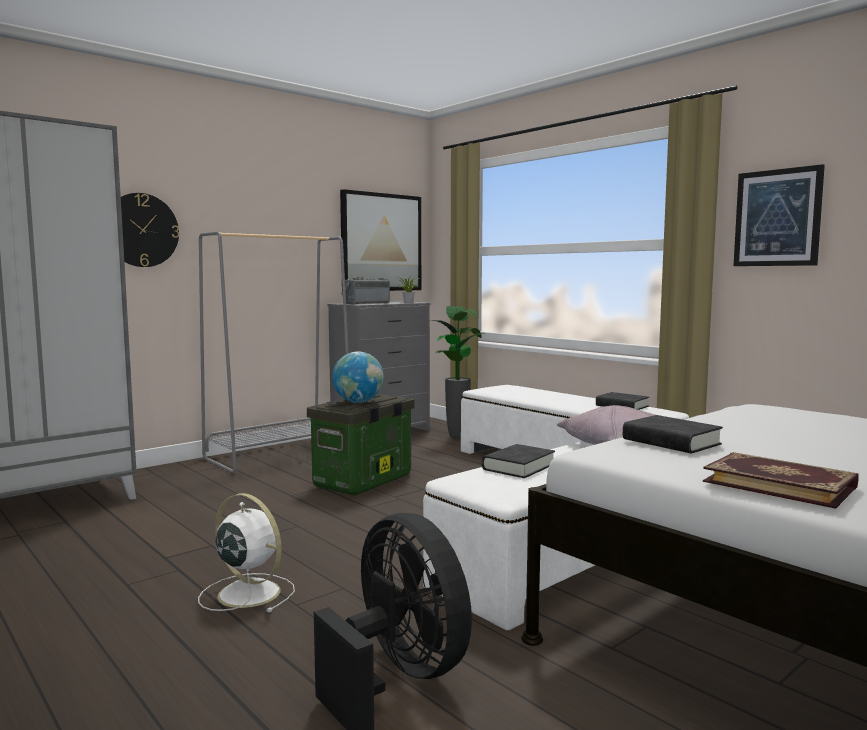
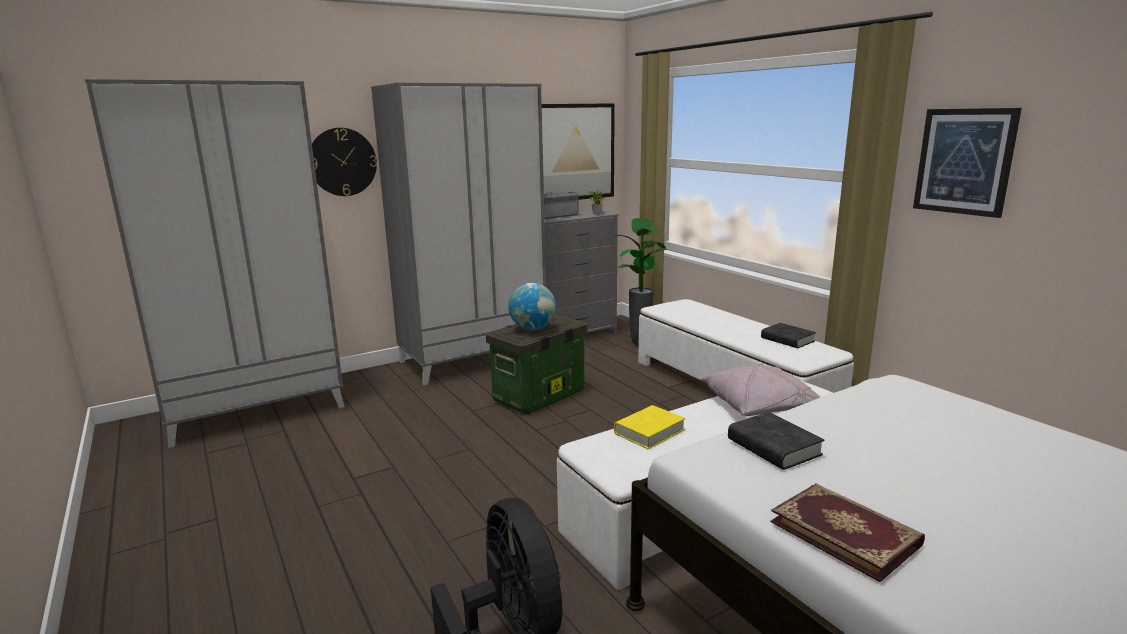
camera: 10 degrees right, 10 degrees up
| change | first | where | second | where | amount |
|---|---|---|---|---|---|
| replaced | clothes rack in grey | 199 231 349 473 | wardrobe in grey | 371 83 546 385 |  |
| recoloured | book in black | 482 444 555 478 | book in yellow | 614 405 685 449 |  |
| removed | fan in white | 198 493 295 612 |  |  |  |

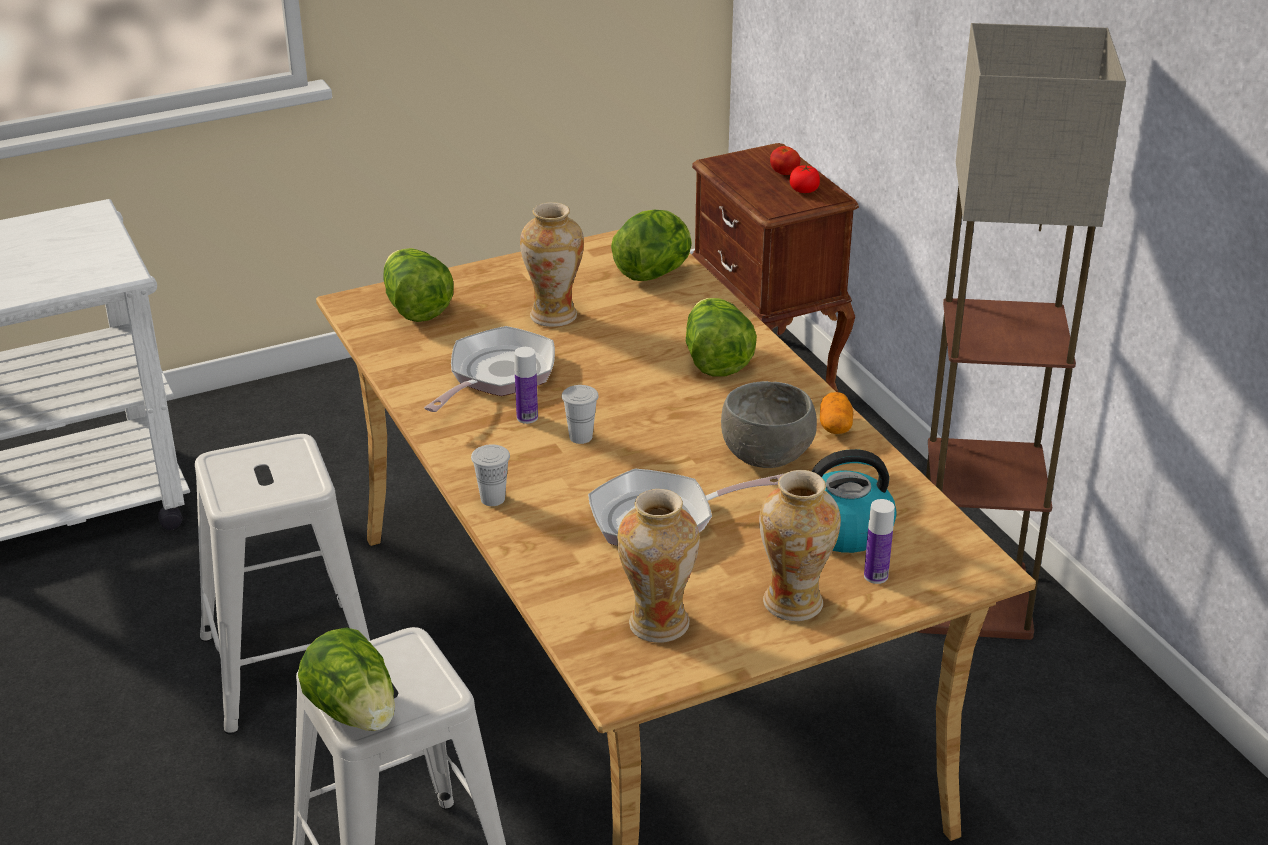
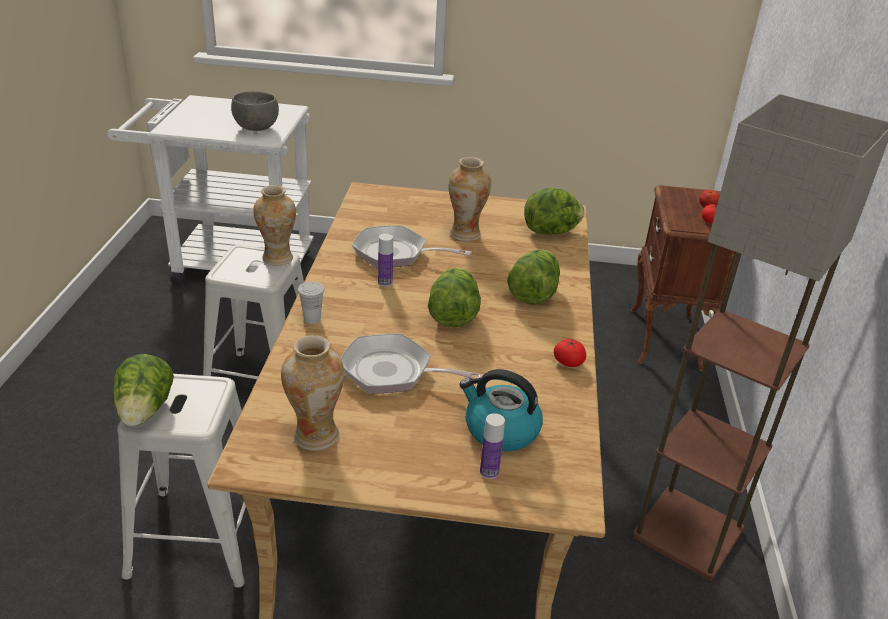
camera: 30 degrees right, 0 degrees up
| change | first | where | second | where | amount |
|---|---|---|---|---|---|
| moved | bowl in grey | 721 381 817 468 |  | 231 92 279 131 |  |
| moved | vase | 759 470 841 621 |  | 253 185 296 266 |  |
| turned | frying pan | 424 326 555 412 |  | 352 226 472 268 | 135 degrees counterclockwise |
| moved | lettuce | 383 248 454 322 |  | 428 268 481 327 |  |
| replaced | potato | 820 392 853 434 | tomato | 554 338 586 367 |  |
| removed | cup in white | 562 385 599 444 |  |  |  |

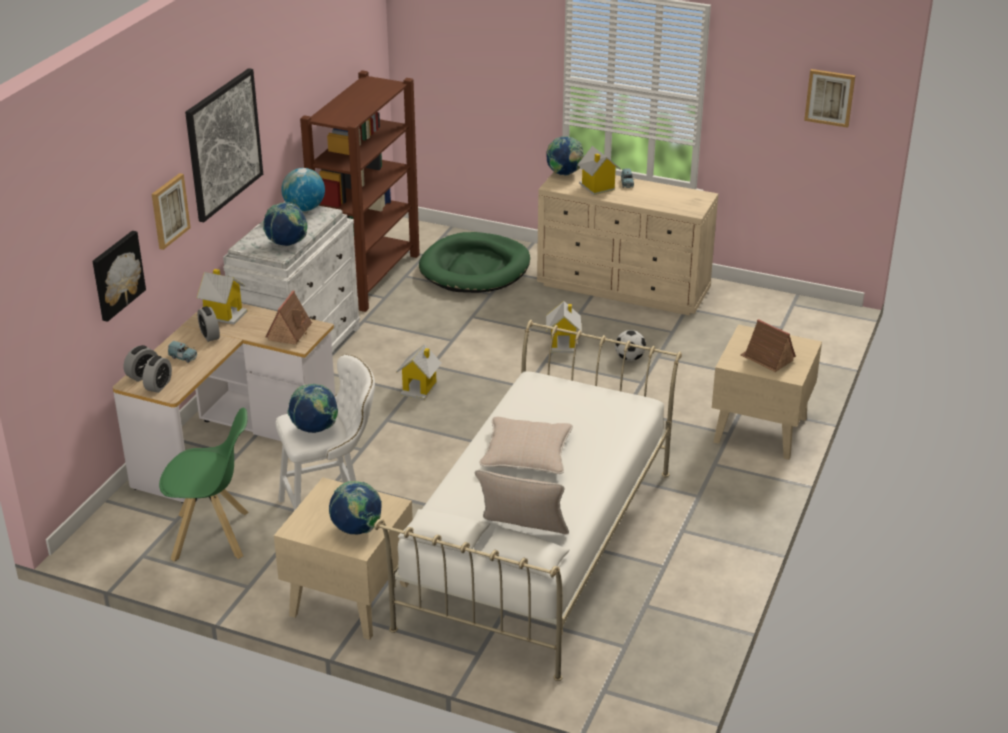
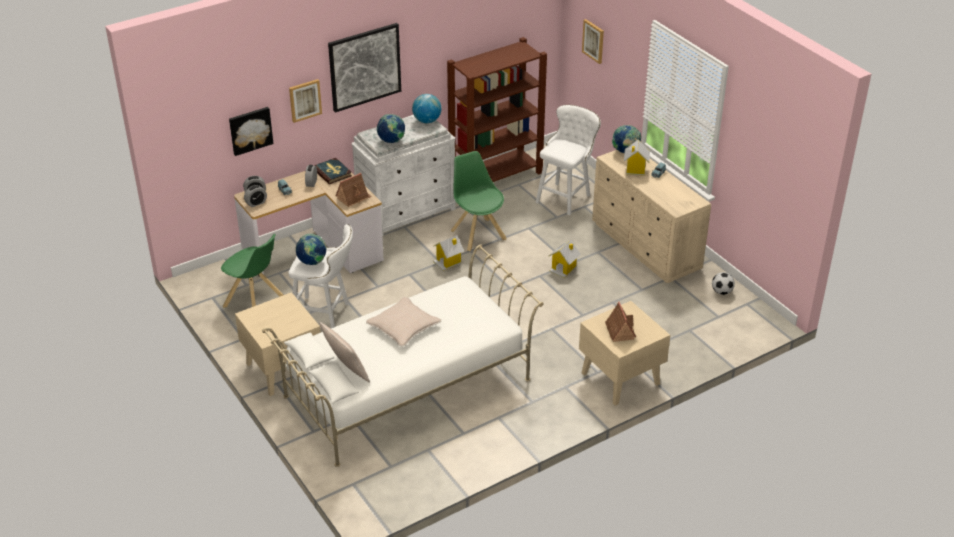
camera: 35 degrees right, 5 degrees up
| change | first | where | second | where | amount |
|---|---|---|---|---|---|
| replaced | toy house | 197 269 247 324 | book | 314 158 352 184 |  |
| added |  |  | chair in green | 451 151 507 251 |  |
| replaced | dog bed in green | 419 232 530 293 | stool in white | 536 105 601 215 |  |
| moved | picture | 804 69 855 128 |  | 582 19 604 64 |  |
| moved | football | 615 330 646 361 |  | 712 272 735 295 |  |
| removed | globe | 329 481 382 534 |  |  |  |

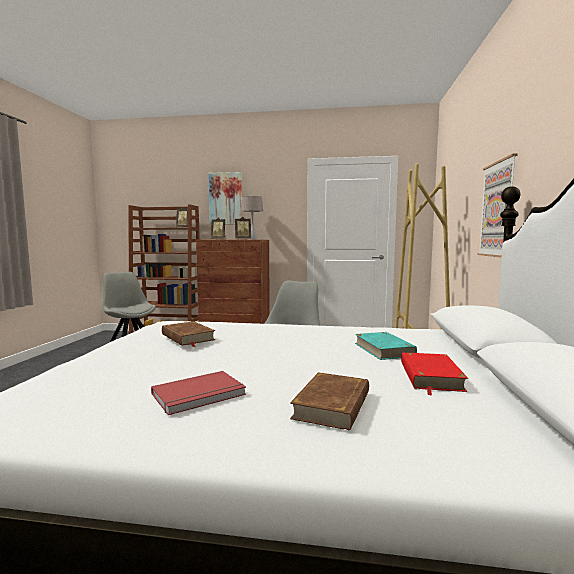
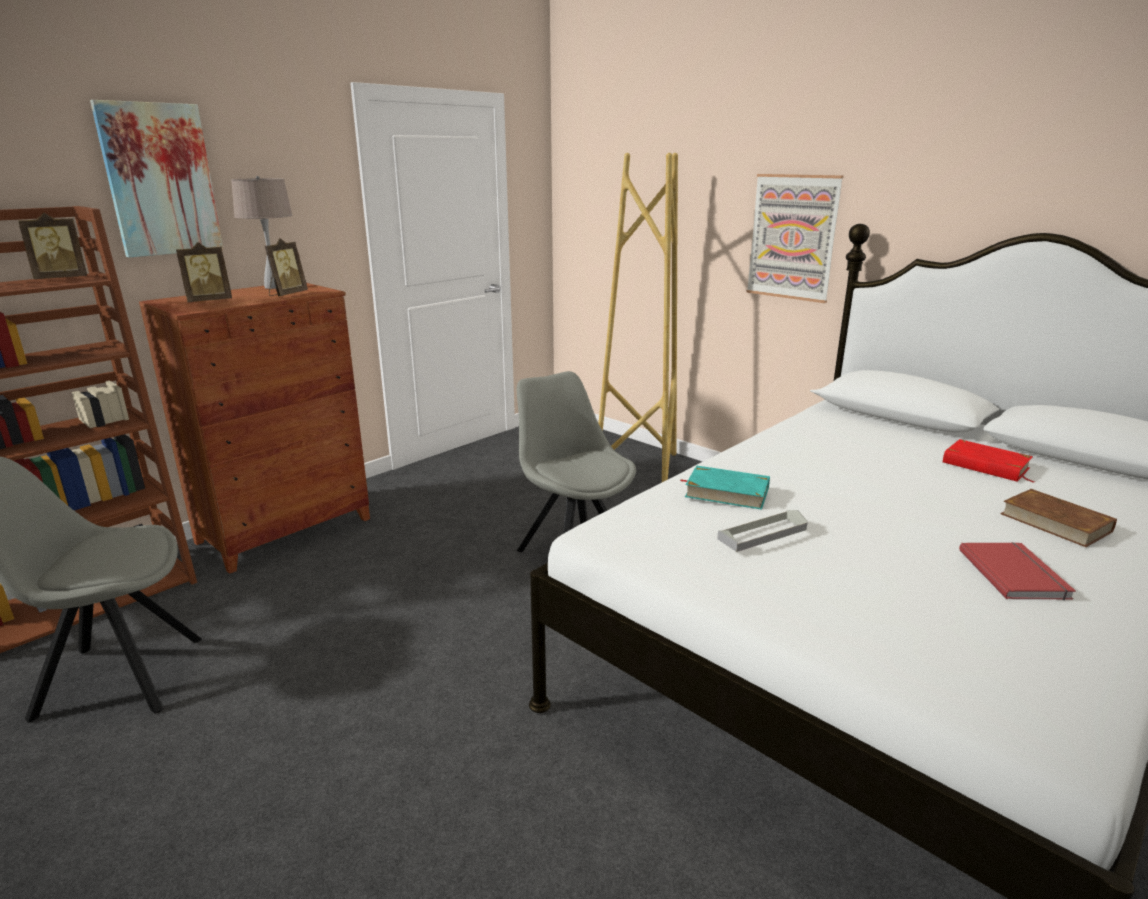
camera: 55 degrees left, 15 degrees up
| change | first | where | second | where | amount |
|---|---|---|---|---|---|
| moved | book in turquoise | 355 332 417 360 |  | 679 466 770 510 |  |
| replaced | book in brown | 162 321 215 347 | tray in grey | 717 510 808 552 |  |

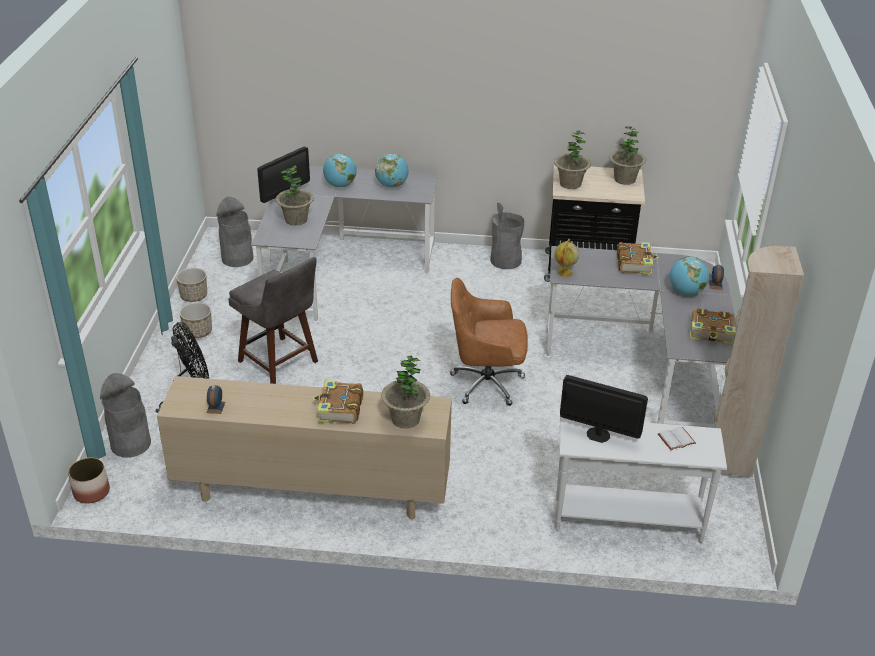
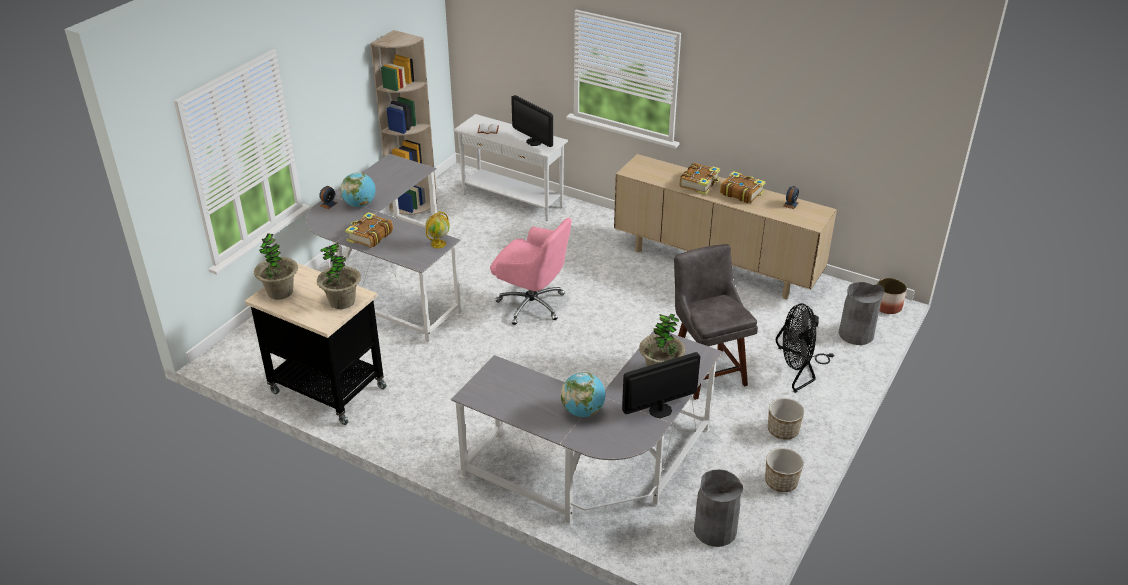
camera: 155 degrees left, 0 degrees up
| change | first | where | second | where | amount |
|---|---|---|---|---|---|
| recoloured | office chair in brown | 450 278 528 406 | office chair in pink | 490 217 572 325 |  |
| moved | book | 690 309 736 345 |  | 720 171 766 203 |  |
| removed | globe | 375 154 409 188 |  |  |  |
| removed | potted plant | 381 356 430 429 |  |  |  |
| removed | trash can in grey | 490 203 525 269 |  |  |  |

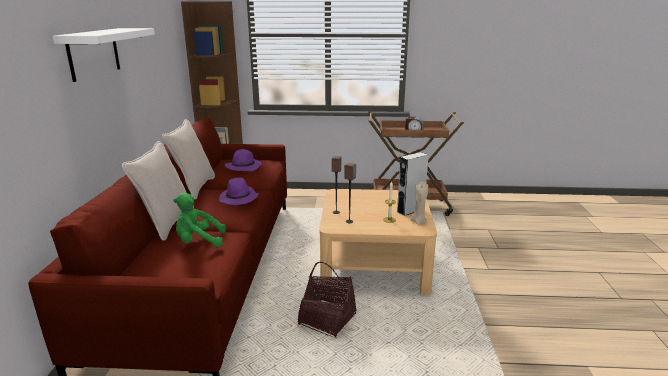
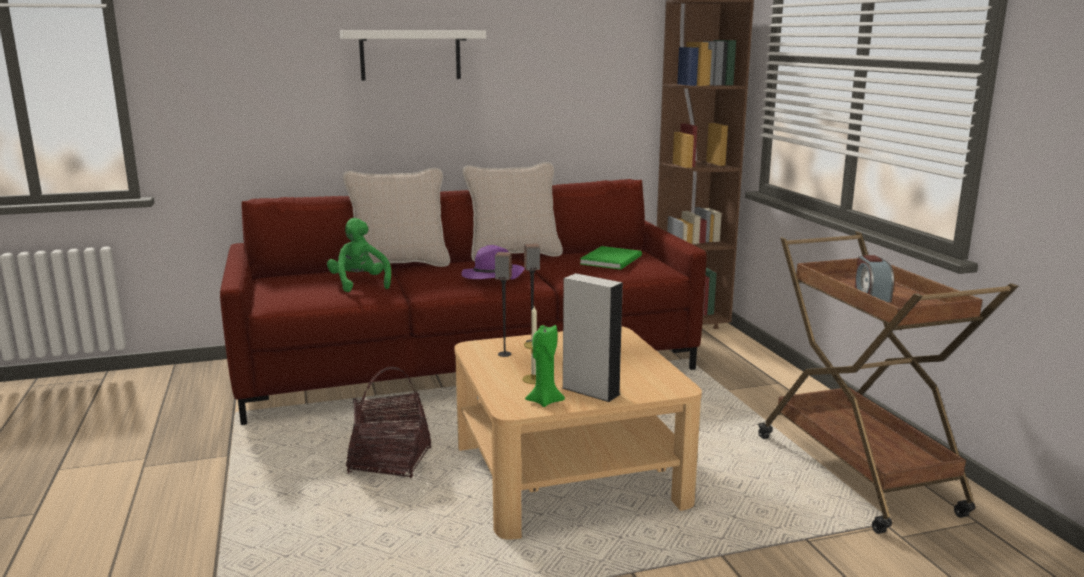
camera: 70 degrees right, 5 degrees down
| change | first | where | second | where | amount |
|---|---|---|---|---|---|
| recoloured | candle in beige | 410 182 428 225 | candle in green | 525 325 565 407 |  |
| replaced | hat in purple | 225 149 262 171 | book in green | 580 246 642 270 |  |

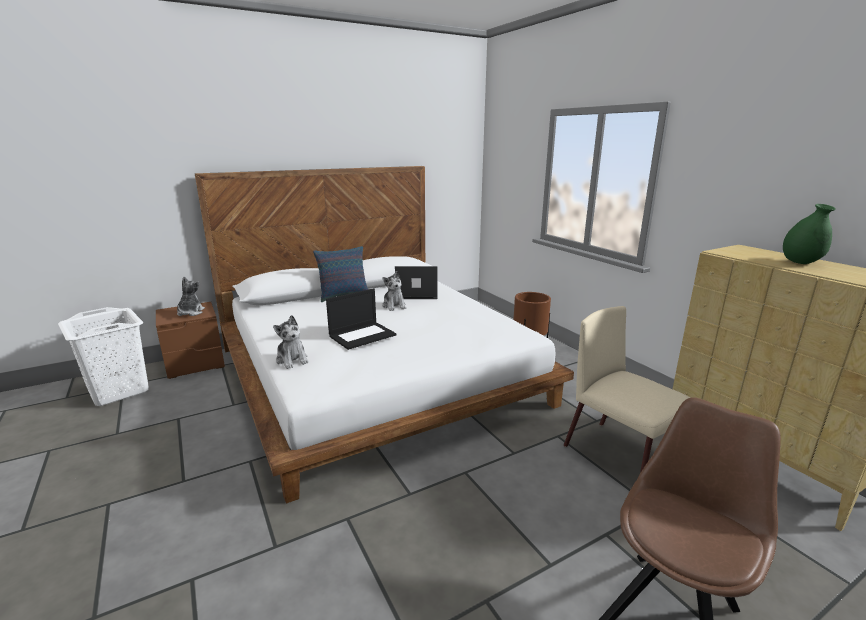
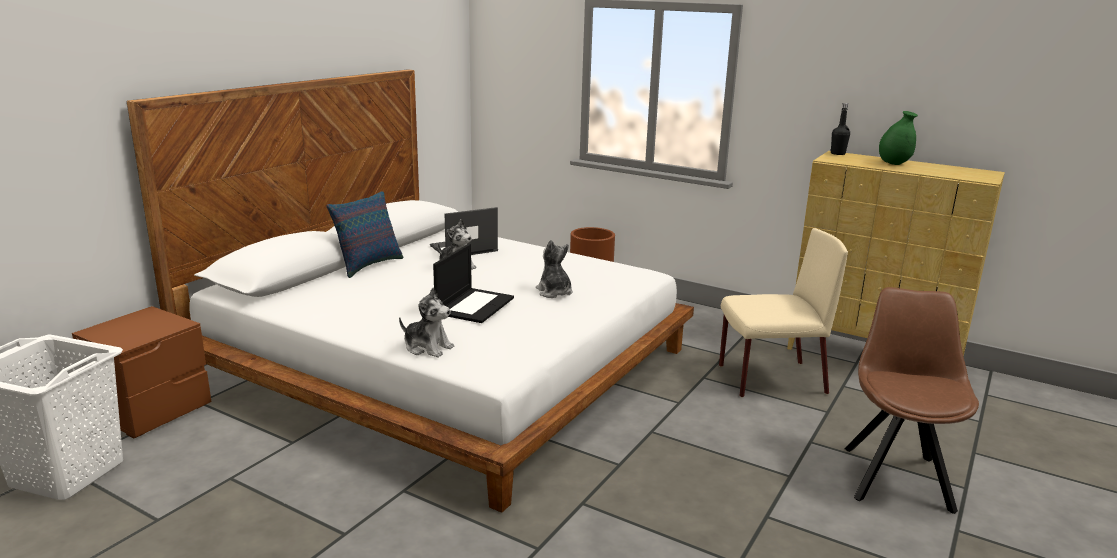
camera: 30 degrees left, 0 degrees up
| change | first | where | second | where | amount |
|---|---|---|---|---|---|
| moved | plush toy | 177 277 205 316 |  | 536 240 572 298 |  |
| turned | chair in beige | 564 306 690 473 |  | 719 228 848 398 | 150 degrees clockwise |
| added |  |  | bottle in black | 830 103 850 155 |  |

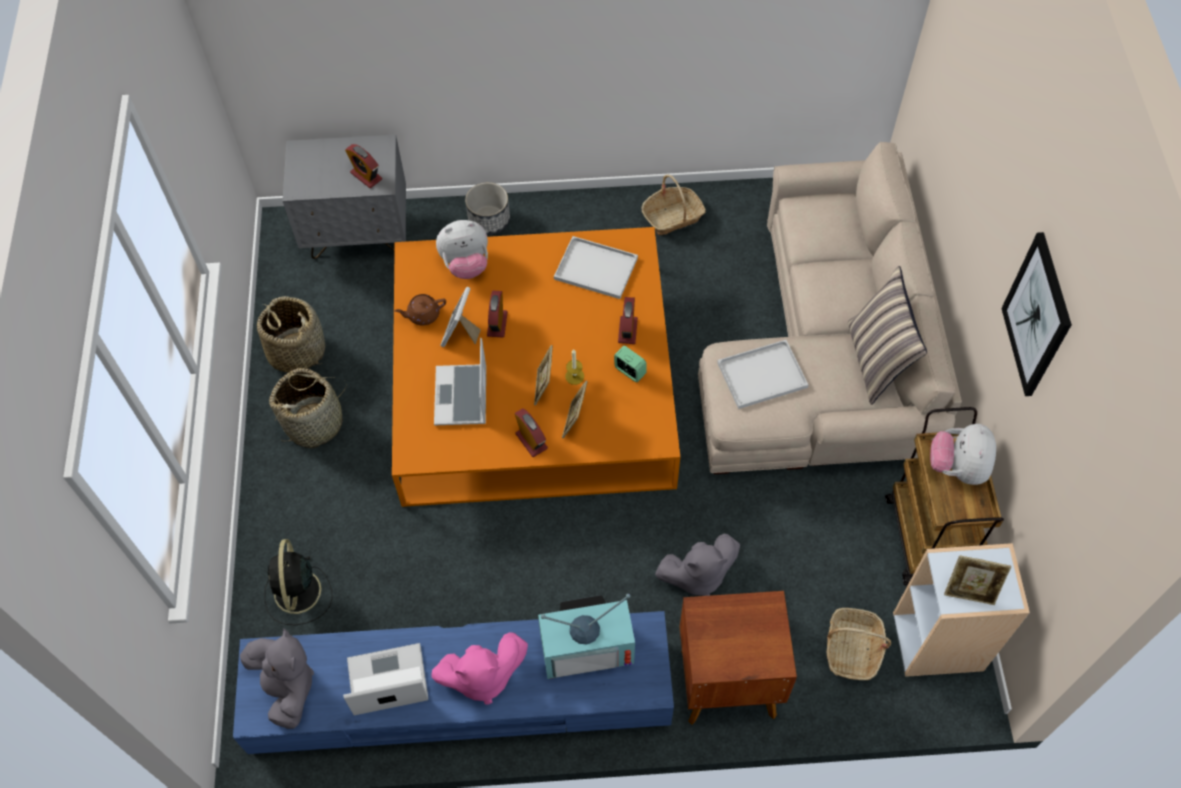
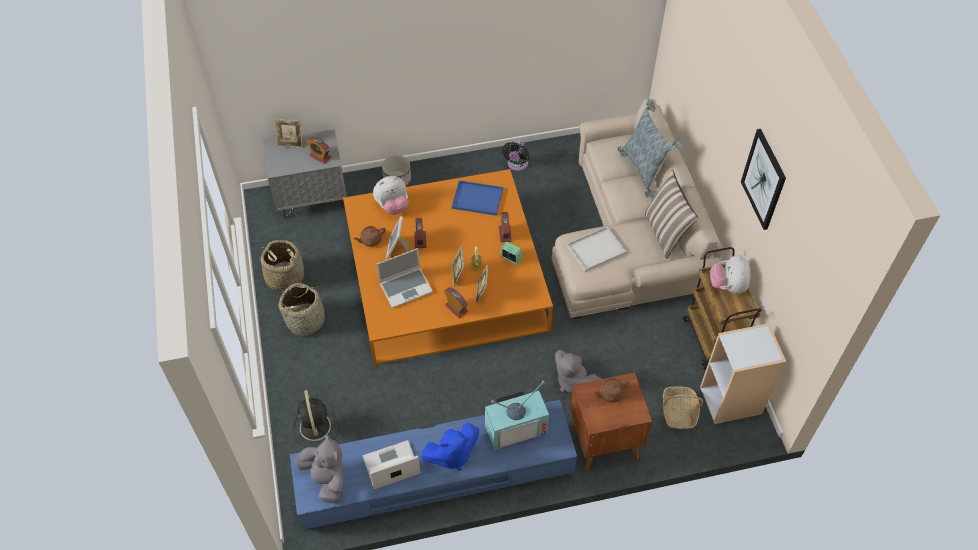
camera: 10 degrees left, 5 degrees down
| change | first | where | second | where | amount |
|---|---|---|---|---|---|
| moved | picture frame | 944 555 1011 605 |  | 274 119 303 148 |  |
| turned | laptop | 434 338 486 425 |  | 377 248 433 308 | 105 degrees counterclockwise |
| recoloured | plush toy in pink | 431 632 528 705 | plush toy in blue | 421 423 479 471 |  |
| recoloured | tray in white | 554 236 638 299 | tray in blue | 452 180 503 216 |  |
| replaced | basket | 641 175 706 235 | fan in black | 502 139 529 171 |  |
| turned | plush toy in grey | 655 534 740 596 |  | 555 350 602 393 | 75 degrees clockwise |
| added |  |  | teapot in brown | 594 379 629 403 |  |
| added |  |  | pillow | 618 99 683 198 |  |

